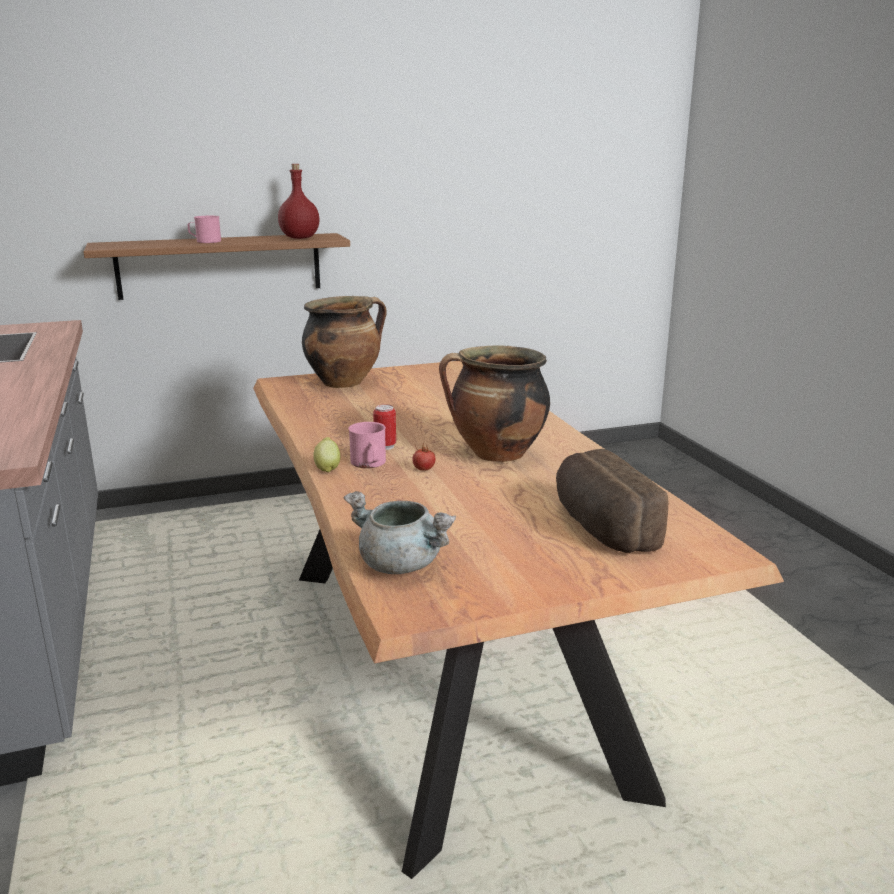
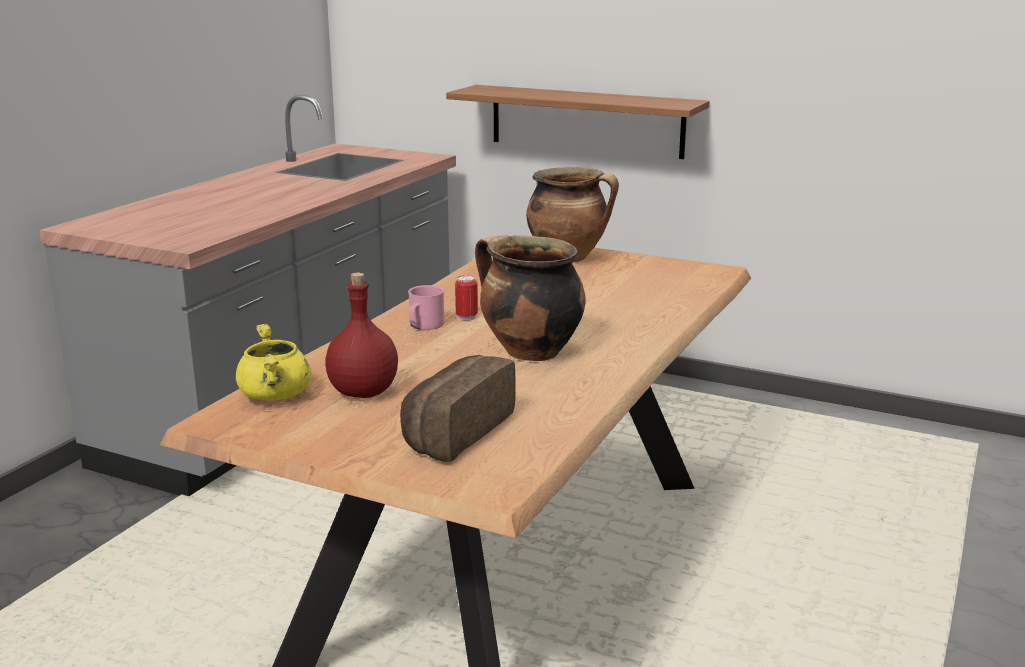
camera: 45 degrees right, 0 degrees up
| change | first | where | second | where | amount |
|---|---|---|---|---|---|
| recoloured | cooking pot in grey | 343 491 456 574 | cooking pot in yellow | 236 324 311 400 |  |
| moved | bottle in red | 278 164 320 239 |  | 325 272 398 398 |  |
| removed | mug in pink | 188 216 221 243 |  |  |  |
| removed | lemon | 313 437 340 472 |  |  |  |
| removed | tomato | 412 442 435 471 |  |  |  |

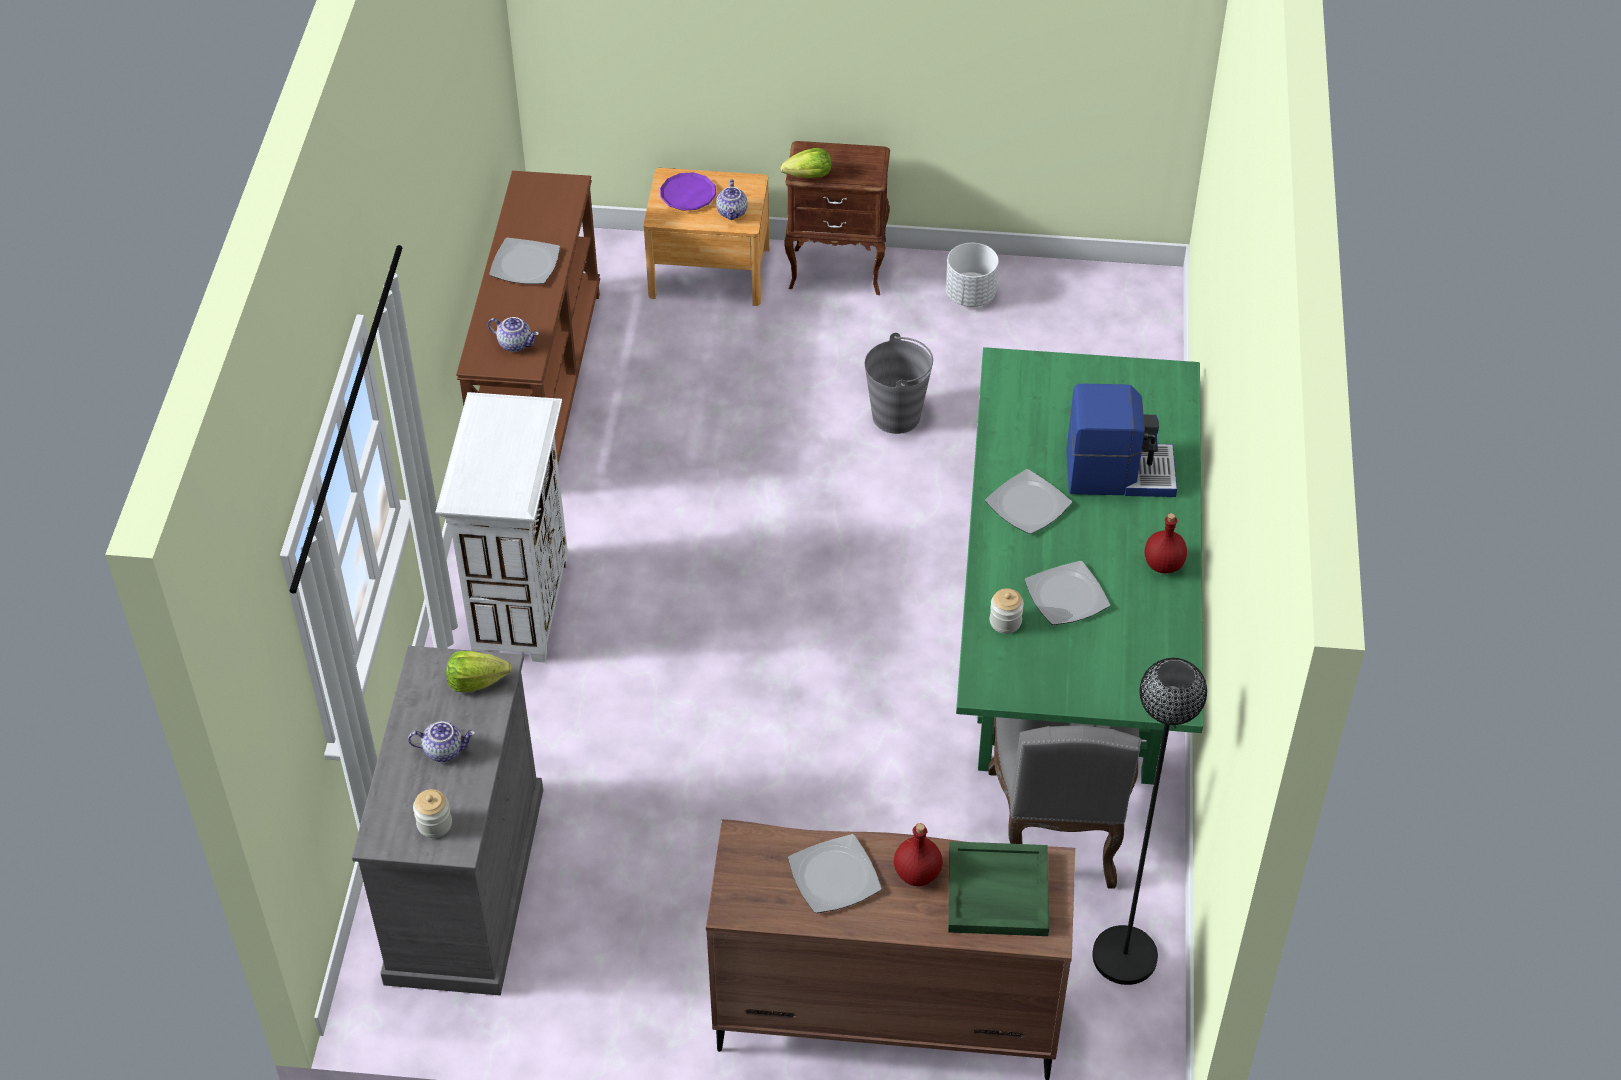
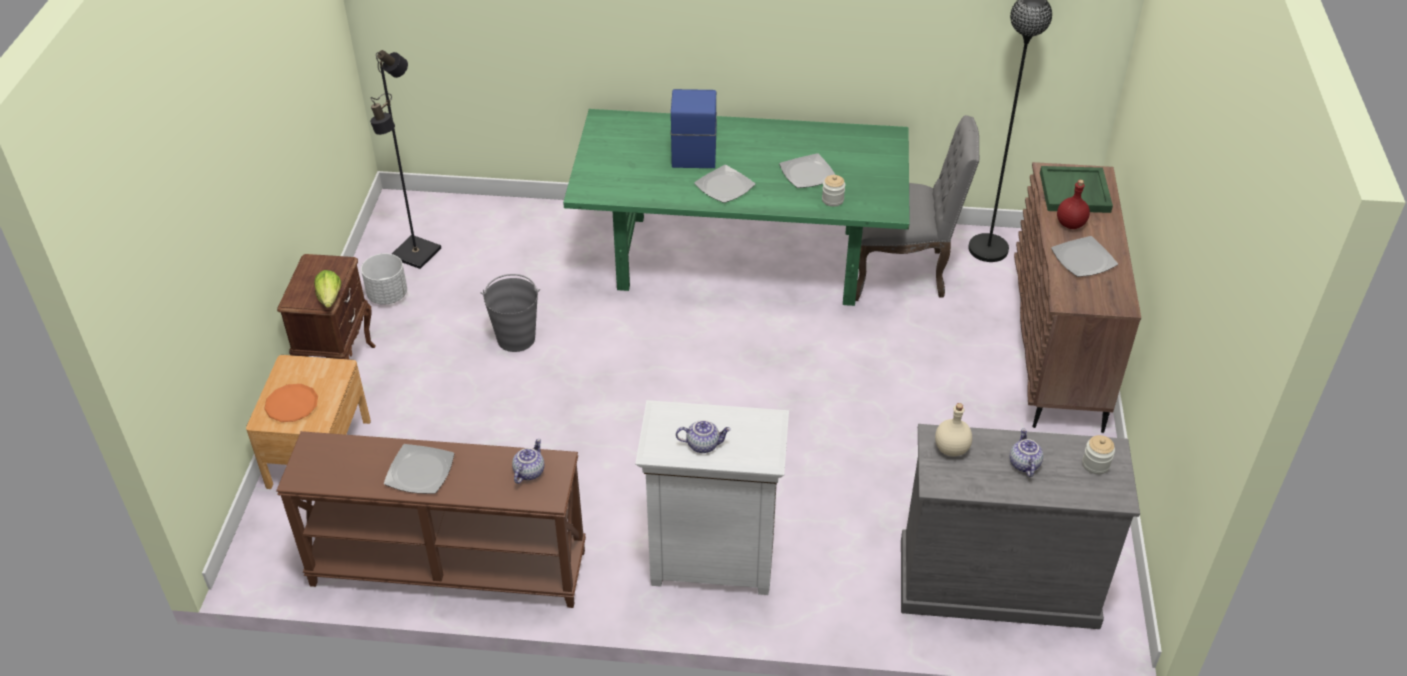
camera: 90 degrees left, 5 degrees down
| change | first | where | second | where | amount |
|---|---|---|---|---|---|
| recoloured | plate in purple | 660 172 716 211 | plate in orange | 264 384 318 422 |  |
| added |  |  | floor lamp in black | 370 50 441 269 |  |
| moved | teapot | 716 180 748 220 |  | 676 420 731 453 |  |
| replaced | lettuce | 446 651 511 692 | bottle in beige | 935 403 972 456 |  |
| removed | bottle in red | 1145 513 1187 574 |  |  |  |

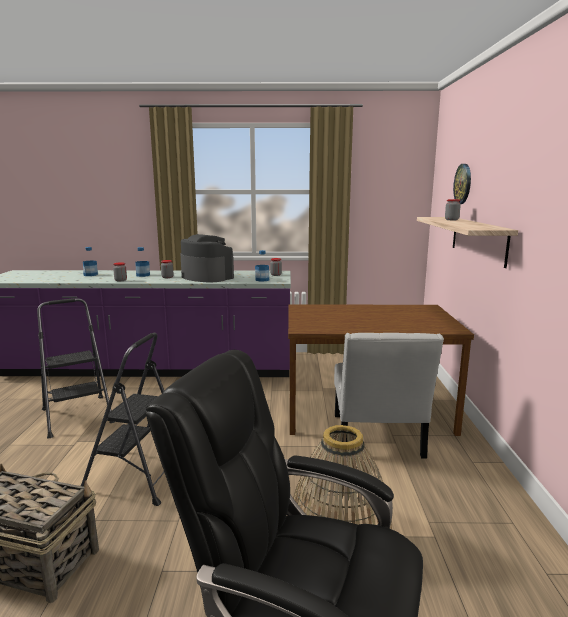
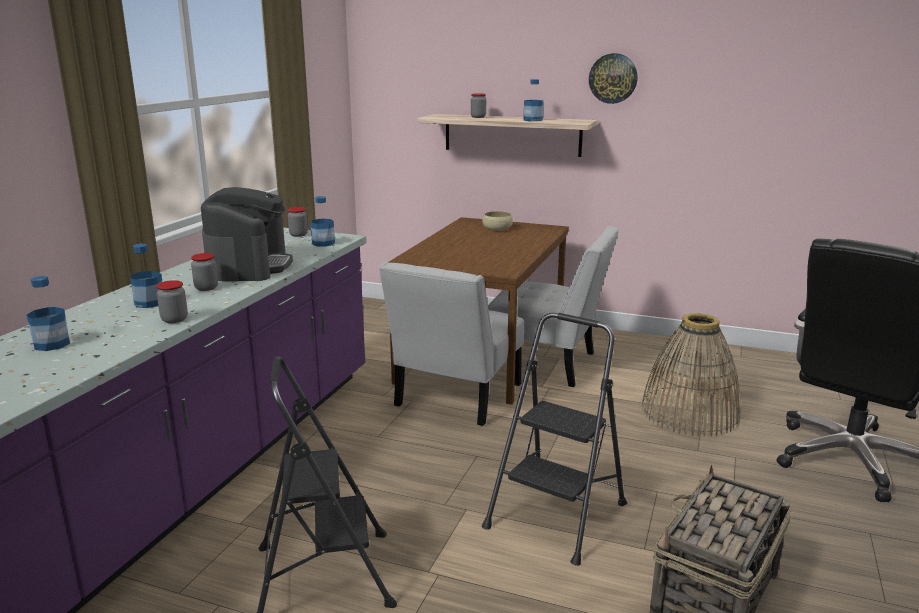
camera: 70 degrees left, 5 degrees up
| change | first | where | second | where | amount |
|---|---|---|---|---|---|
| turned | coffee machine | 181 234 234 282 |  | 201 187 293 281 | 120 degrees clockwise |
| added |  |  | chair in white | 379 262 524 426 |  |
| added |  |  | bowl in beige | 482 211 513 231 |  |
| added |  |  | bottle | 523 79 543 121 |  |
| moved | wall clock | 453 164 471 204 |  | 589 53 638 104 |  |

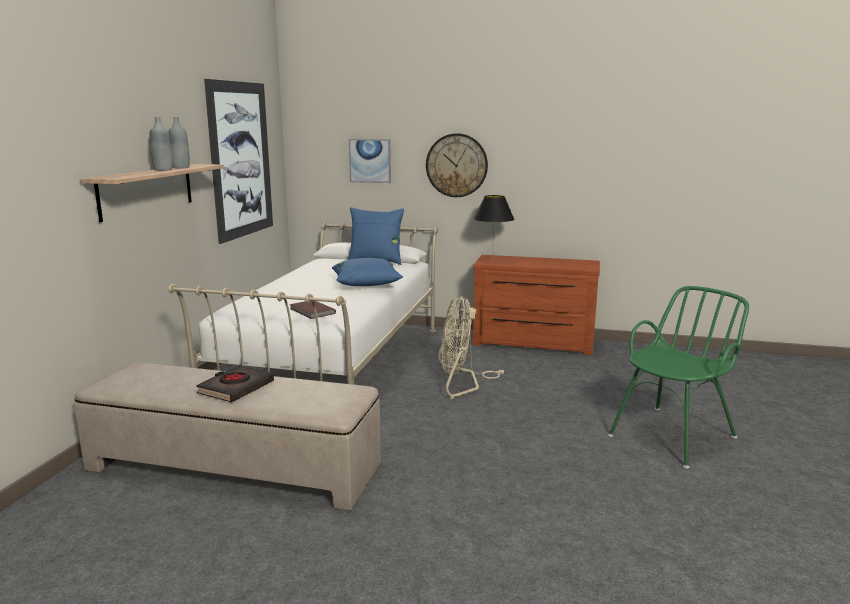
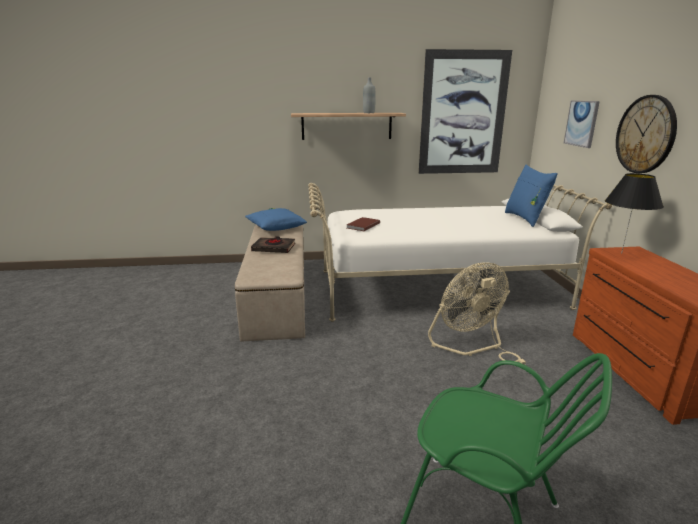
camera: 70 degrees right, 5 degrees up
| change | first | where | second | where | amount |
|---|---|---|---|---|---|
| moved | pillow in blue | 332 258 403 286 |  | 245 208 307 231 |  |
| removed | bottle in grey | 149 117 173 171 |  |  |  |

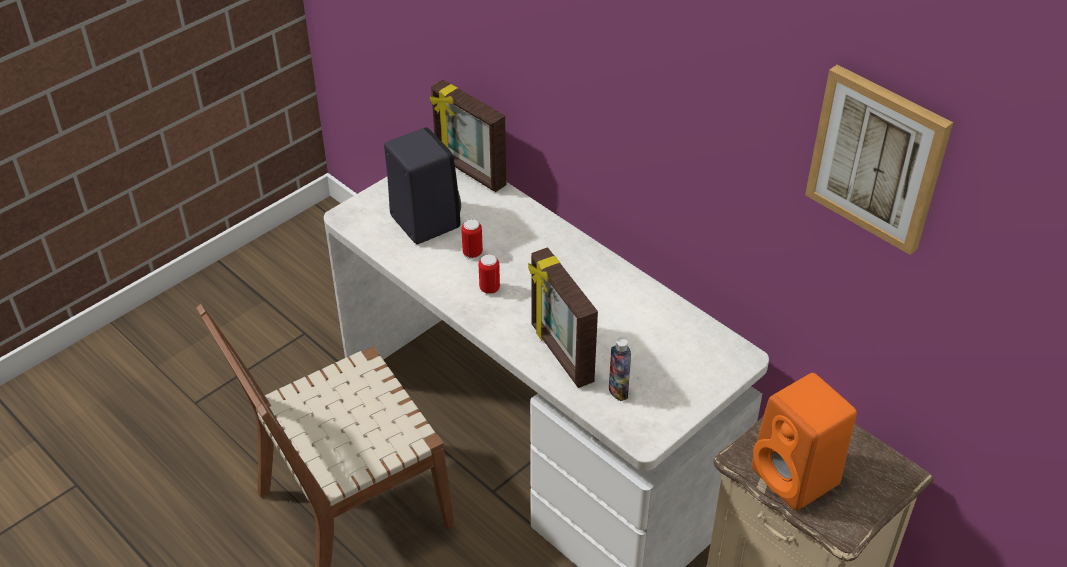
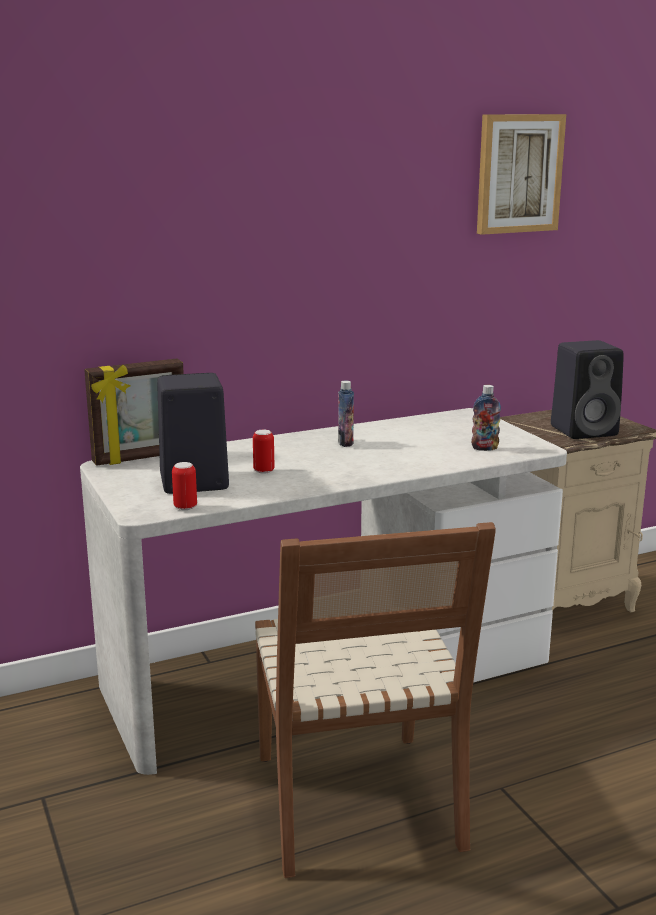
camera: 70 degrees left, 25 degrees down
| change | first | where | second | where | amount |
|---|---|---|---|---|---|
| moved | can | 479 254 500 294 |  | 172 462 197 510 |  |
| added |  |  | bottle | 338 381 354 447 |  |
| recoloured | speaker in orange | 752 373 857 511 | speaker in black | 551 340 624 439 |  |
| removed | picture frame | 528 247 598 388 |  |  |  |

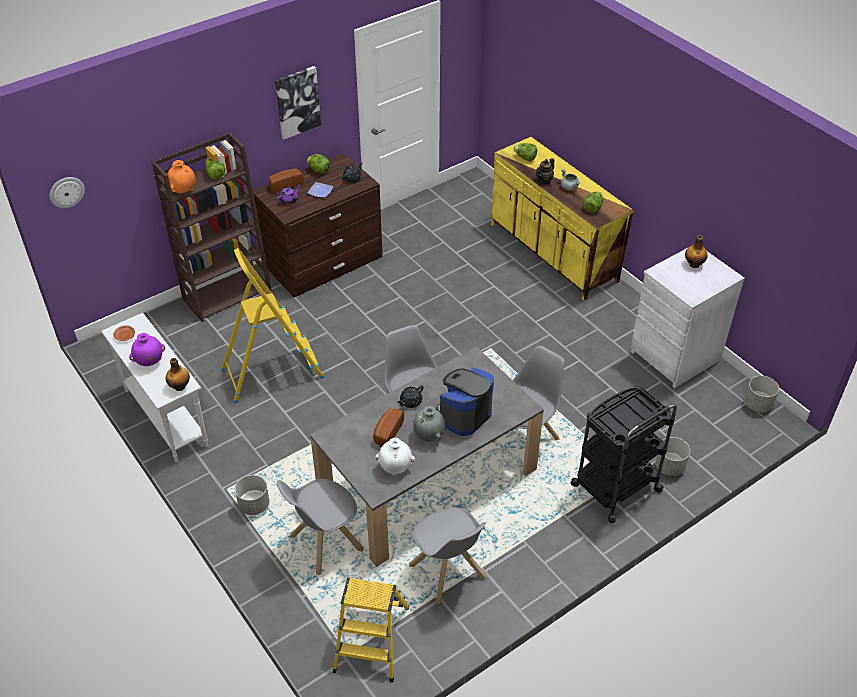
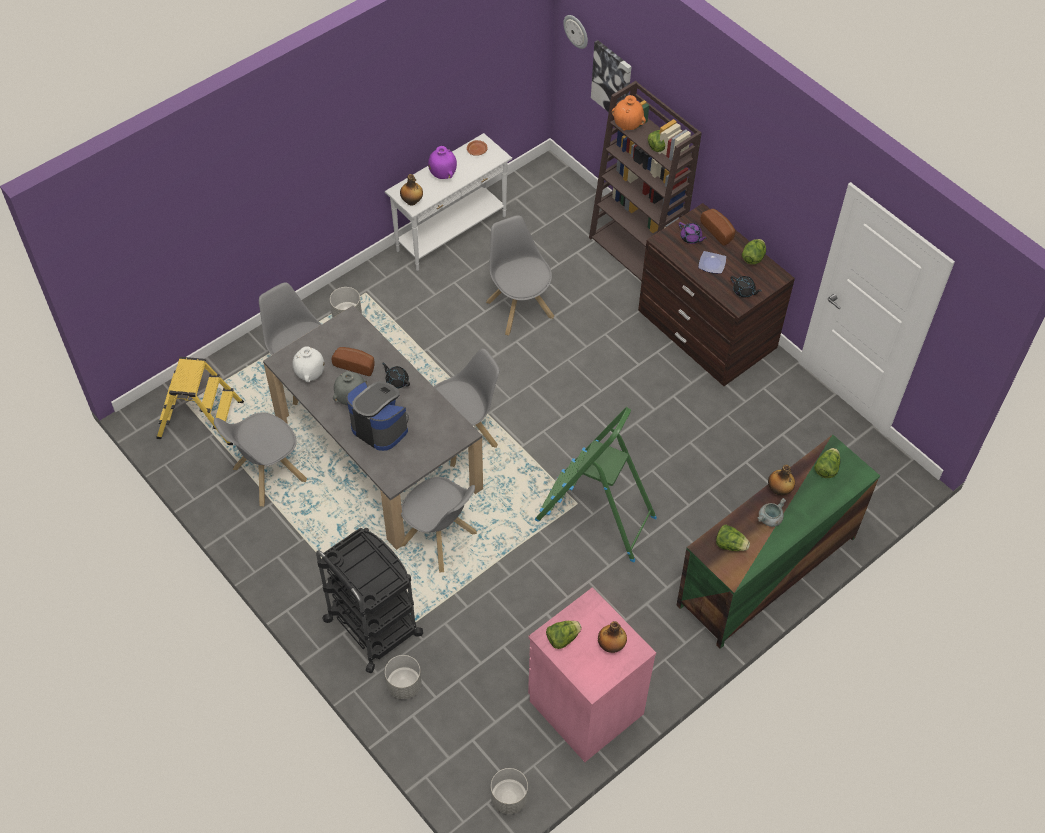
camera: 85 degrees right, 10 degrees up
| change | first | where | second | where | amount |
|---|---|---|---|---|---|
| replaced | step ladder in yellow | 221 248 325 404 | chair in grey | 486 215 554 336 |  |
| recoloured | dresser in white | 631 248 745 388 | dresser in pink | 528 587 656 762 |  |
| added |  |  | step ladder in green | 535 407 657 562 |  |
| added |  |  | lettuce | 546 621 582 649 |  |
| moved | picture | 275 66 321 139 |  | 591 40 632 112 |  |
| recoloured | cabinet in yellow | 491 137 634 300 | cabinet in green | 676 434 880 649 |  |
| replaced | teapot | 536 158 555 185 | bottle | 768 465 795 495 |  |

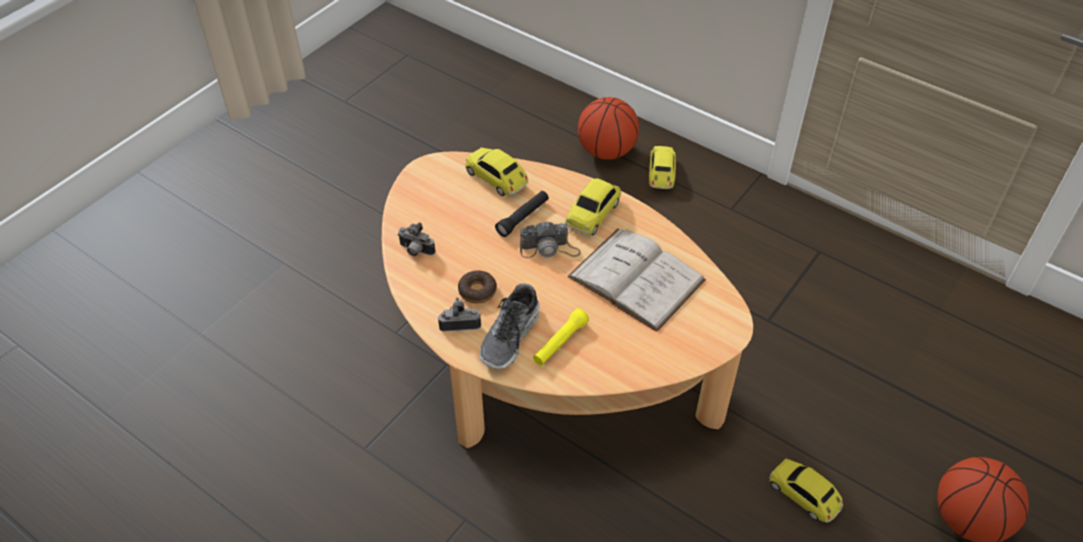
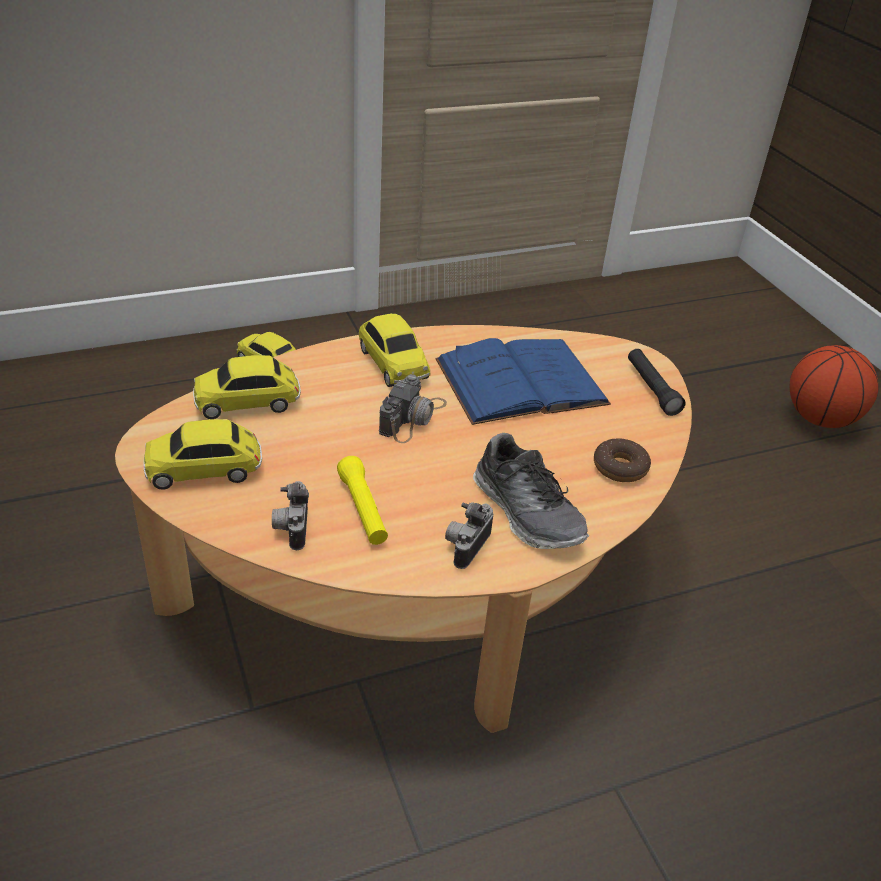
camera: 60 degrees left, 10 degrees down
| change | first | where | second | where | amount |
|---|---|---|---|---|---|
| moved | toy car | 769 458 843 522 |  | 143 419 262 490 |  |
| turned | photo camera | 398 222 435 256 |  | 272 481 309 550 | 120 degrees clockwise |
| moved | flashlight in yellow | 533 308 589 366 |  | 337 456 388 545 |  |
| recoloured | book in white | 567 229 706 332 | book in blue | 435 338 611 425 |  |
| moved | donut | 458 271 497 304 |  | 594 438 651 482 |  |
| moved | flashlight in black | 495 191 549 237 |  | 628 349 686 416 |  |
| removed | basketball | 578 97 639 160 |  |  |  |

